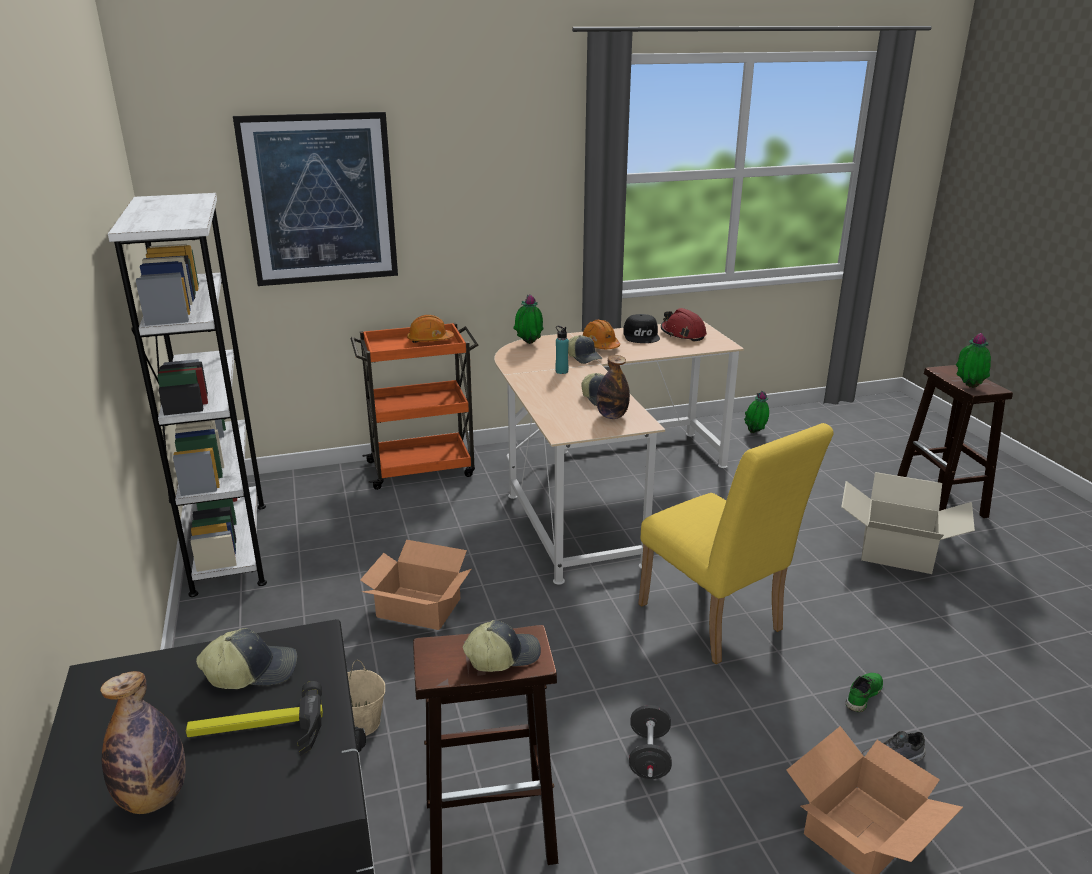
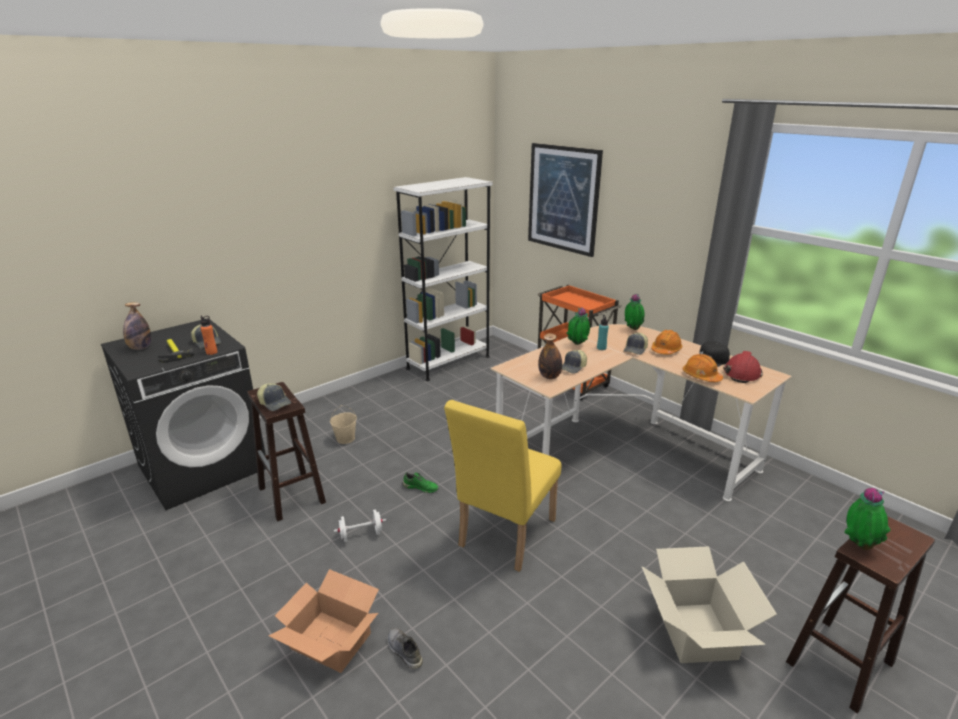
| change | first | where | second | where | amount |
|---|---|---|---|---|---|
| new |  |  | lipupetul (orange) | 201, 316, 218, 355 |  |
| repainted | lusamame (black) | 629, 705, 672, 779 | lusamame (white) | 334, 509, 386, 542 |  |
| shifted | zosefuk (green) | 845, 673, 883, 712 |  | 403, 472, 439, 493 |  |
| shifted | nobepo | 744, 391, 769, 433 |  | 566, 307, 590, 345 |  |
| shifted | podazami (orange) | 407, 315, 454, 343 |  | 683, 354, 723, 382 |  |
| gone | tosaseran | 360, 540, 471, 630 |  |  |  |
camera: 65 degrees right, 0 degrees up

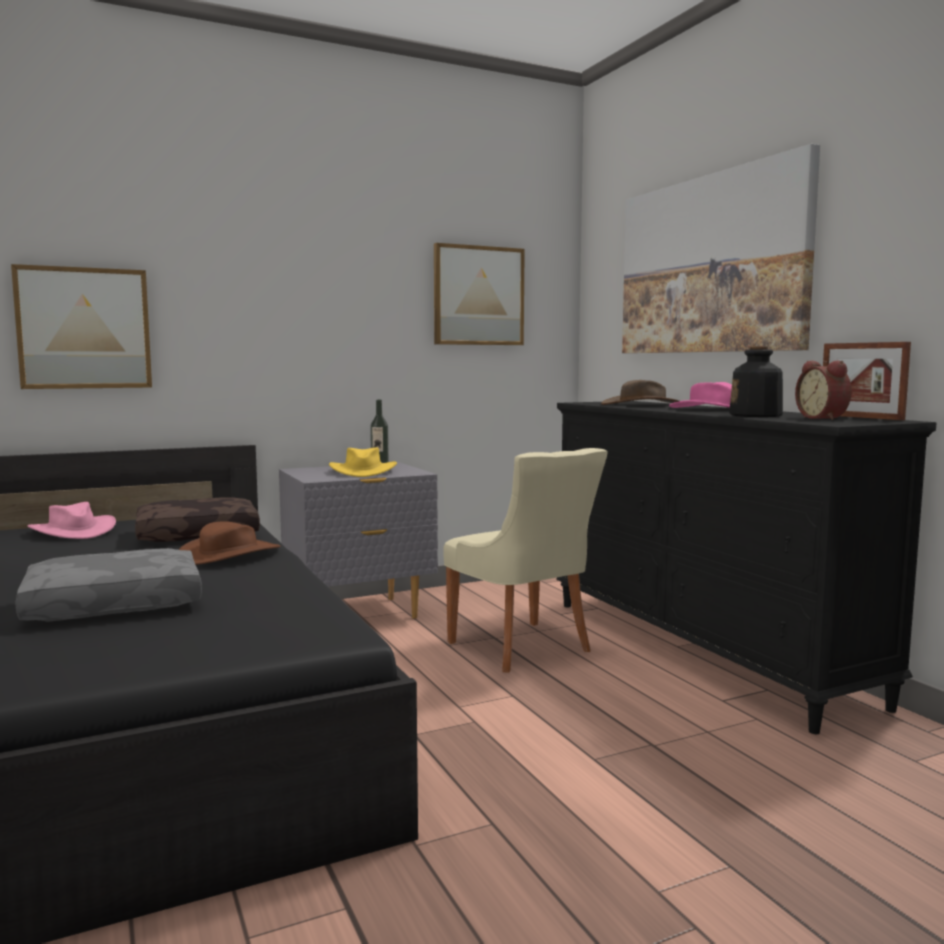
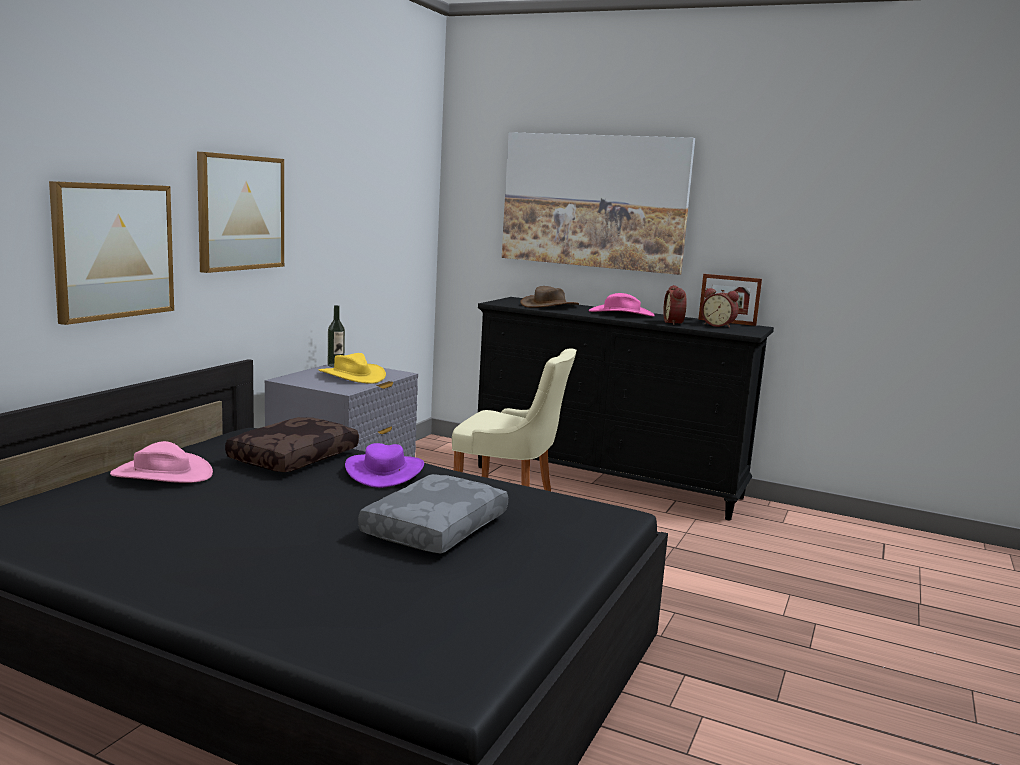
| change | first | where | second | where | amount |
|---|---|---|---|---|---|
| shifted | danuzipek | 434, 243, 525, 345 |  | 197, 152, 284, 273 |  |
| repainted | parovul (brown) | 178, 521, 280, 565 | parovul (purple) | 345, 443, 424, 488 |  |
| swapped | lipupetul | 729, 346, 783, 417 | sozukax | 663, 285, 687, 325 |  |
camera: 40 degrees left, 5 degrees up

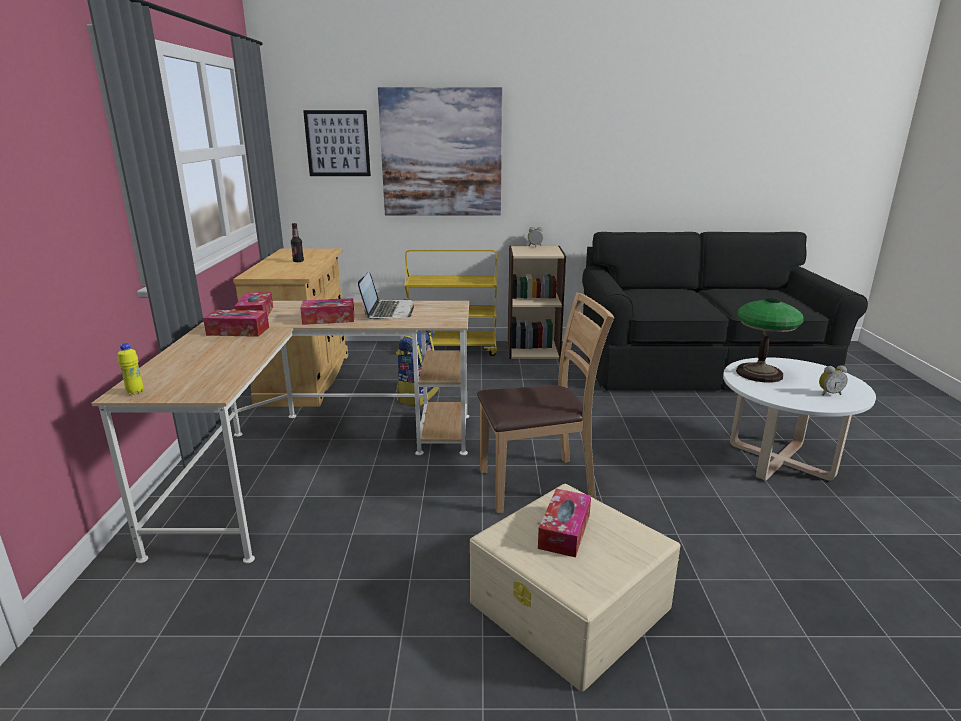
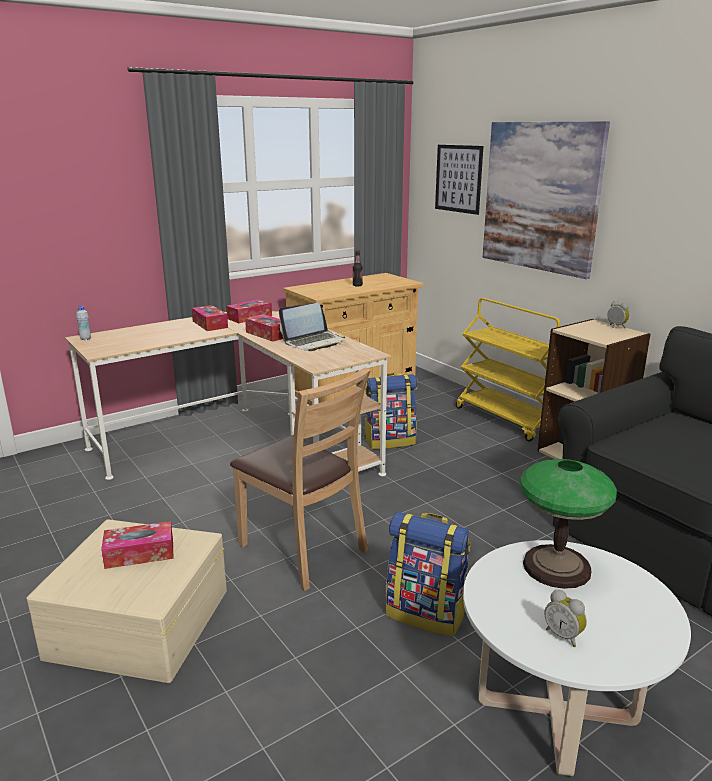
| change | first | where | second | where | amount |
|---|---|---|---|---|---|
| repainted | lipupetul (yellow) | 118, 343, 144, 395 | lipupetul (white) | 76, 306, 91, 340 |  |
| new |  |  | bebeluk | 386, 512, 470, 636 |  |
camera: 55 degrees right, 0 degrees up

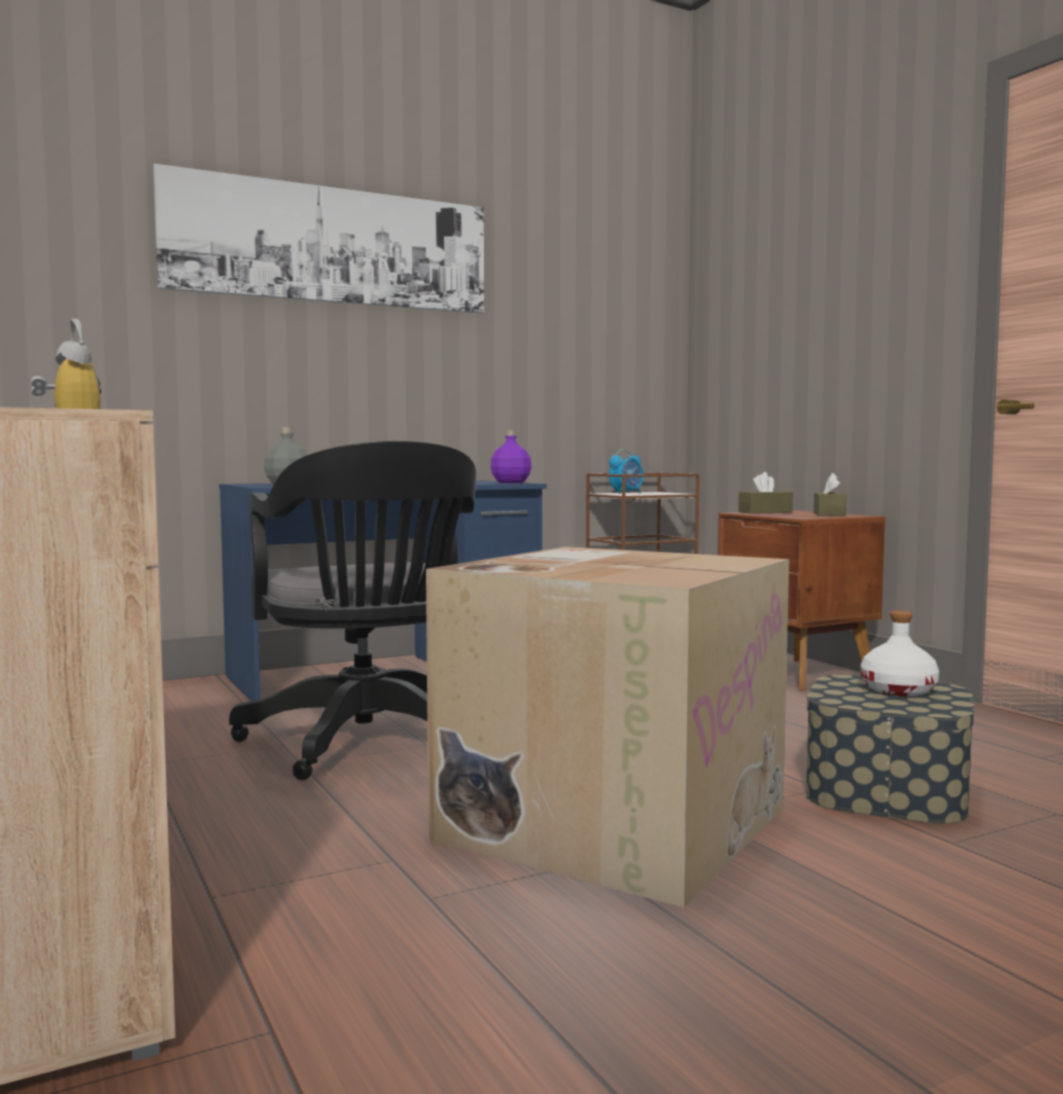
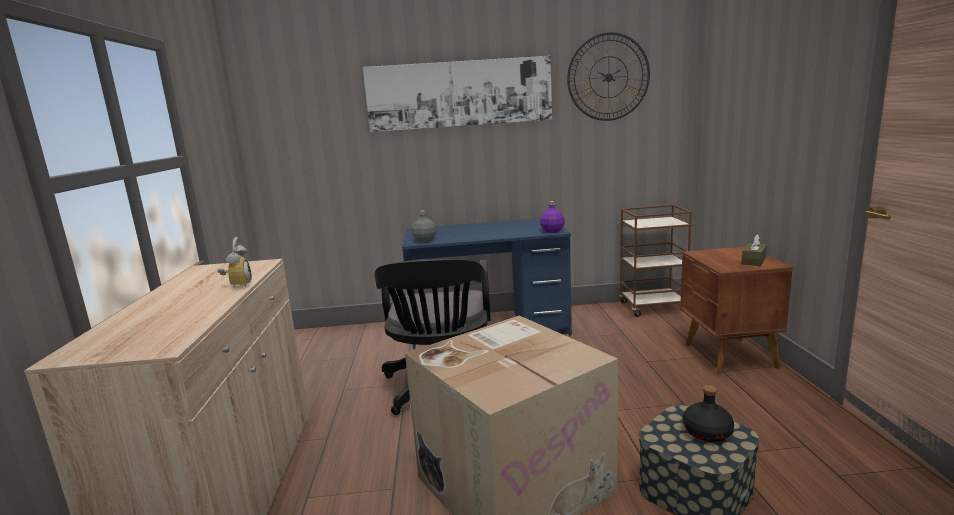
| change | first | where | second | where | amount |
|---|---|---|---|---|---|
| new |  |  | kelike | 567, 32, 650, 121 |  |
| repainted | lipupetul (white) | 861, 610, 939, 696 | lipupetul (black) | 683, 385, 734, 442 |  |
| gone | sozukax | 609, 449, 644, 494 |  |  |  |
| gone | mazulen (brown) | 738, 472, 793, 514 |  |  |  |
camera: 25 degrees right, 10 degrees up

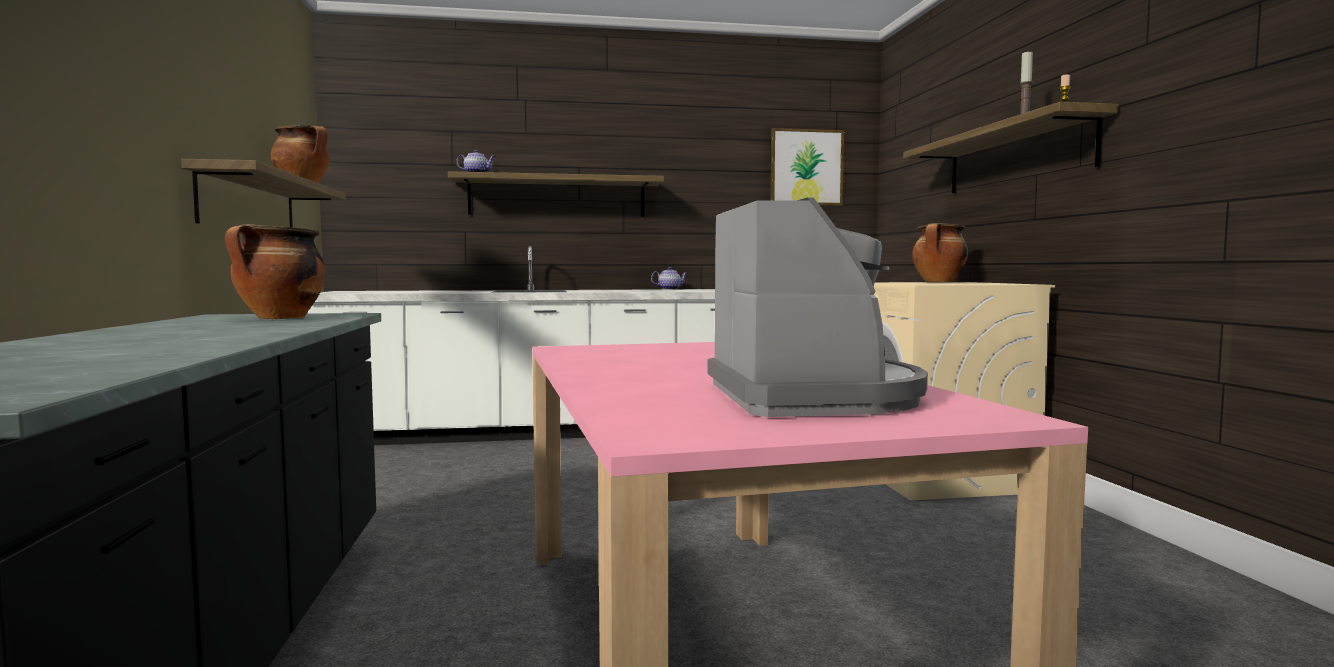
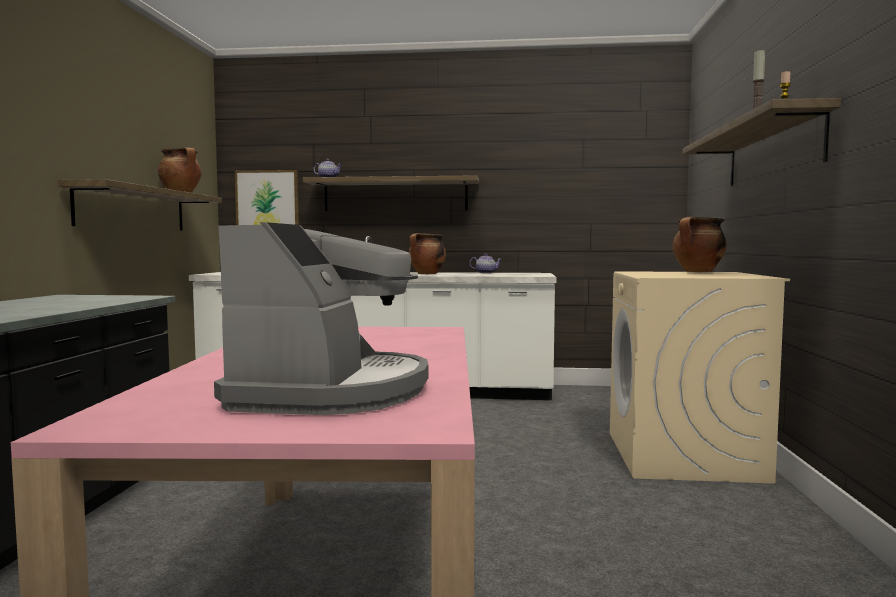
| change | first | where | second | where | amount |
|---|---|---|---|---|---|
| shifted | danuzipek | 770, 128, 844, 205 |  | 235, 170, 299, 225 |  |
| shifted | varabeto | 225, 224, 326, 319 |  | 409, 233, 446, 274 |  |
camera: 15 degrees right, 0 degrees up

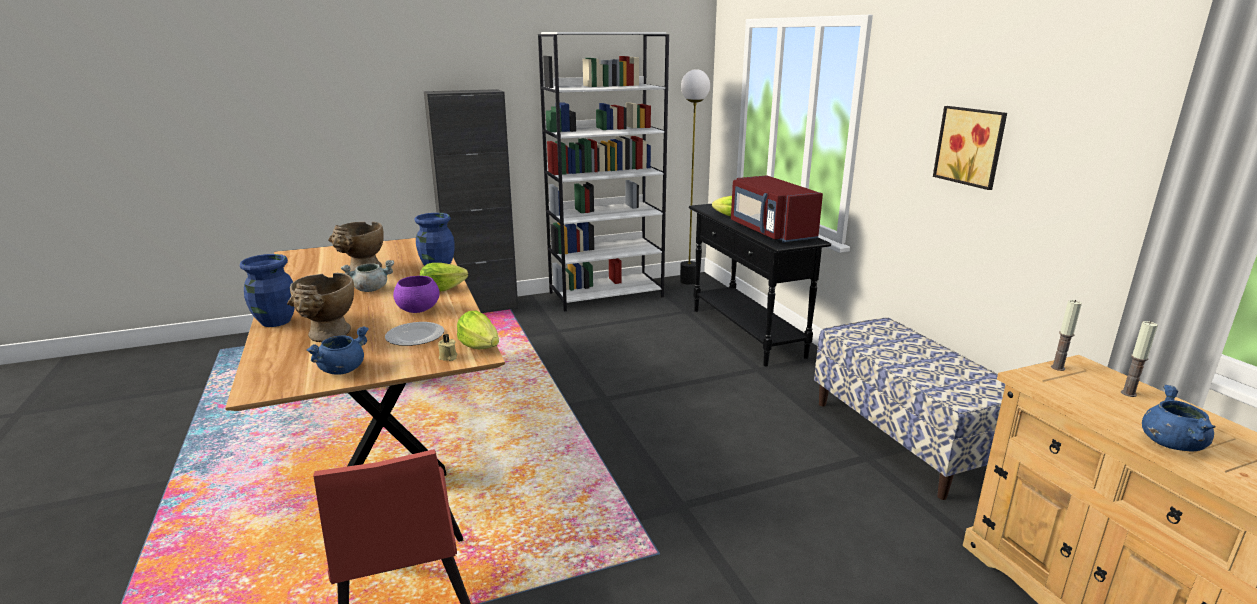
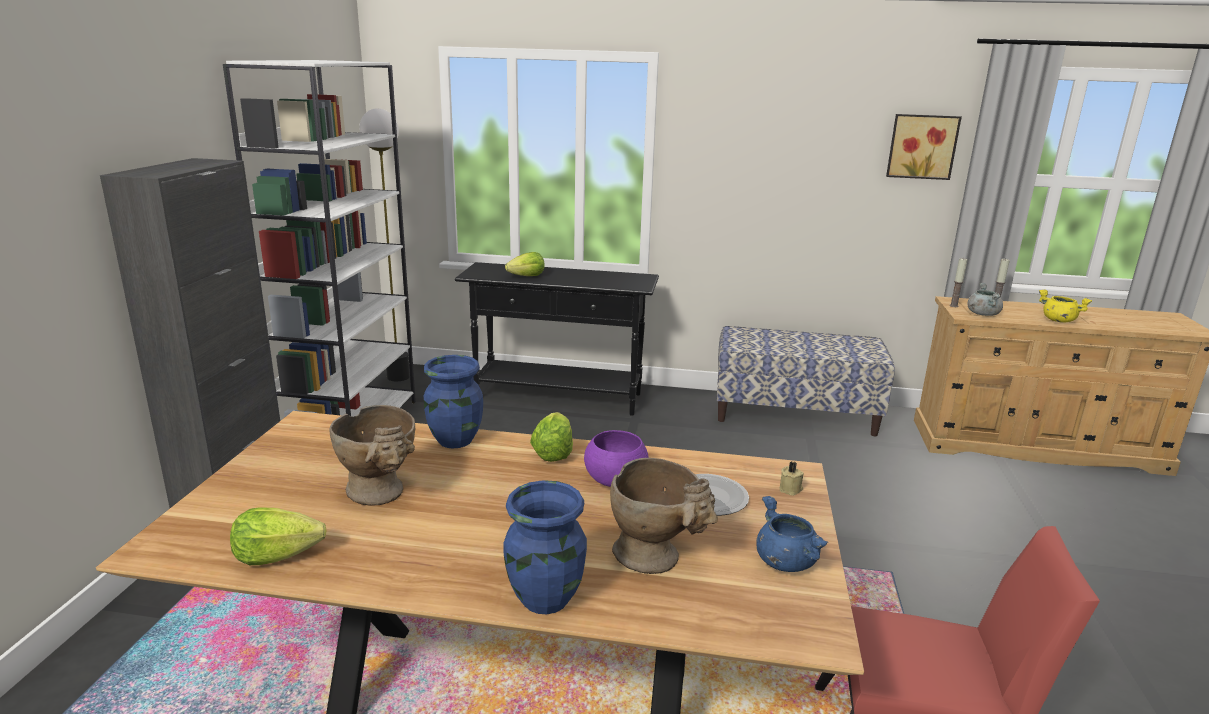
| change | first | where | second | where | amount |
|---|---|---|---|---|---|
| shifted | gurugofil | 457, 311, 499, 349 |  | 230, 507, 327, 565 |  |
| shifted | danuzipek | 933, 106, 1007, 190 |  | 886, 114, 962, 180 |  |
| shifted | varabeto (grey) | 341, 260, 394, 292 |  | 967, 283, 1003, 316 |  |
| repainted | varabeto (blue) | 1142, 385, 1216, 451 | varabeto (yellow) | 1039, 290, 1092, 322 |  |
| gone | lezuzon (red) | 731, 175, 823, 243 |  |  |  |
camera: 60 degrees left, 0 degrees up

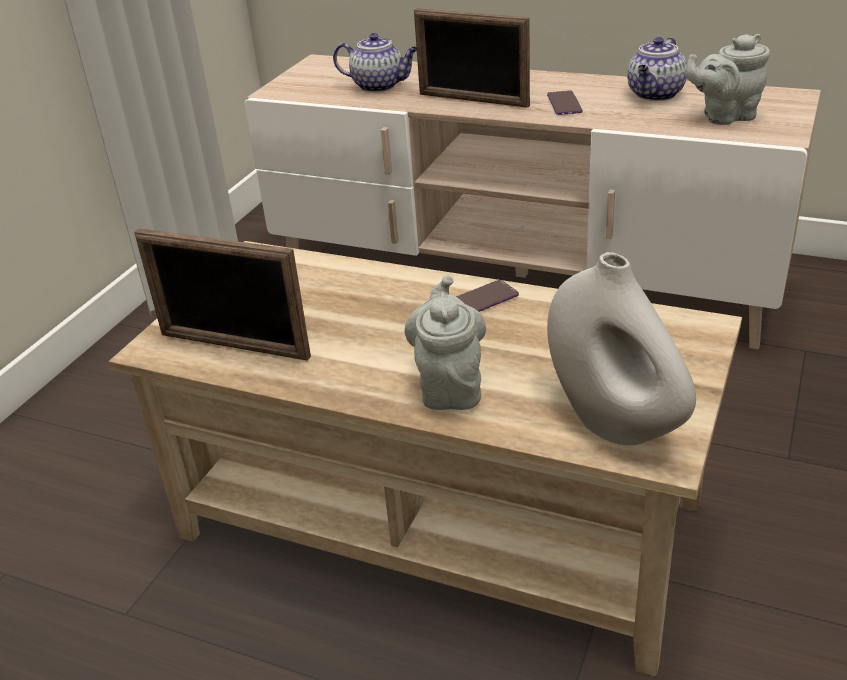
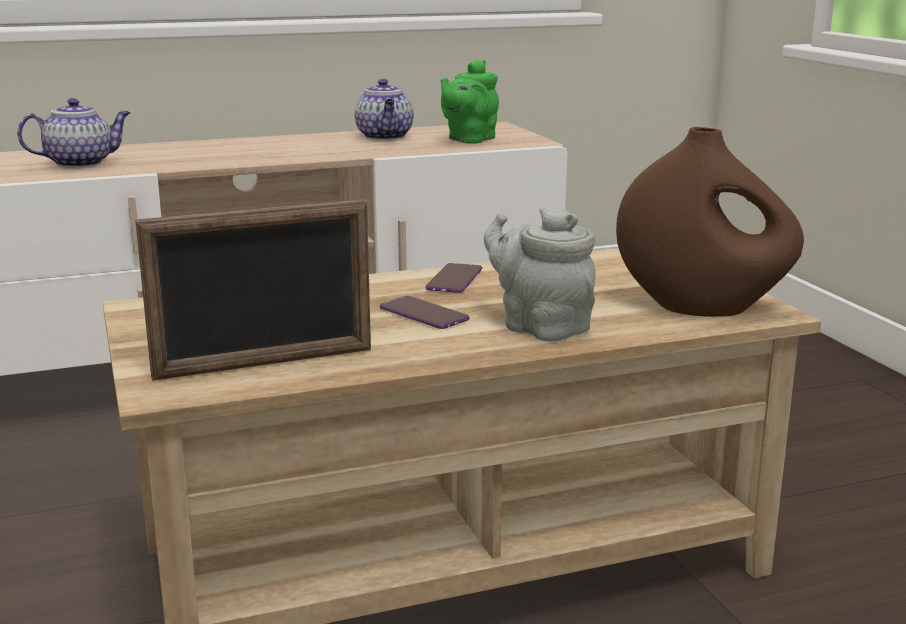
| change | first | where | second | where | amount |
|---|---|---|---|---|---|
| shifted | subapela | 547, 90, 583, 115 |  | 380, 296, 469, 329 |  |
| repainted | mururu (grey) | 685, 34, 770, 125 | mururu (green) | 440, 60, 499, 144 |  |
| repainted | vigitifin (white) | 547, 252, 696, 445 | vigitifin (brown) | 616, 127, 804, 317 |  |
| gone | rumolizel | 414, 9, 530, 108 |  |  |  |
camera: 45 degrees left, 15 degrees down

